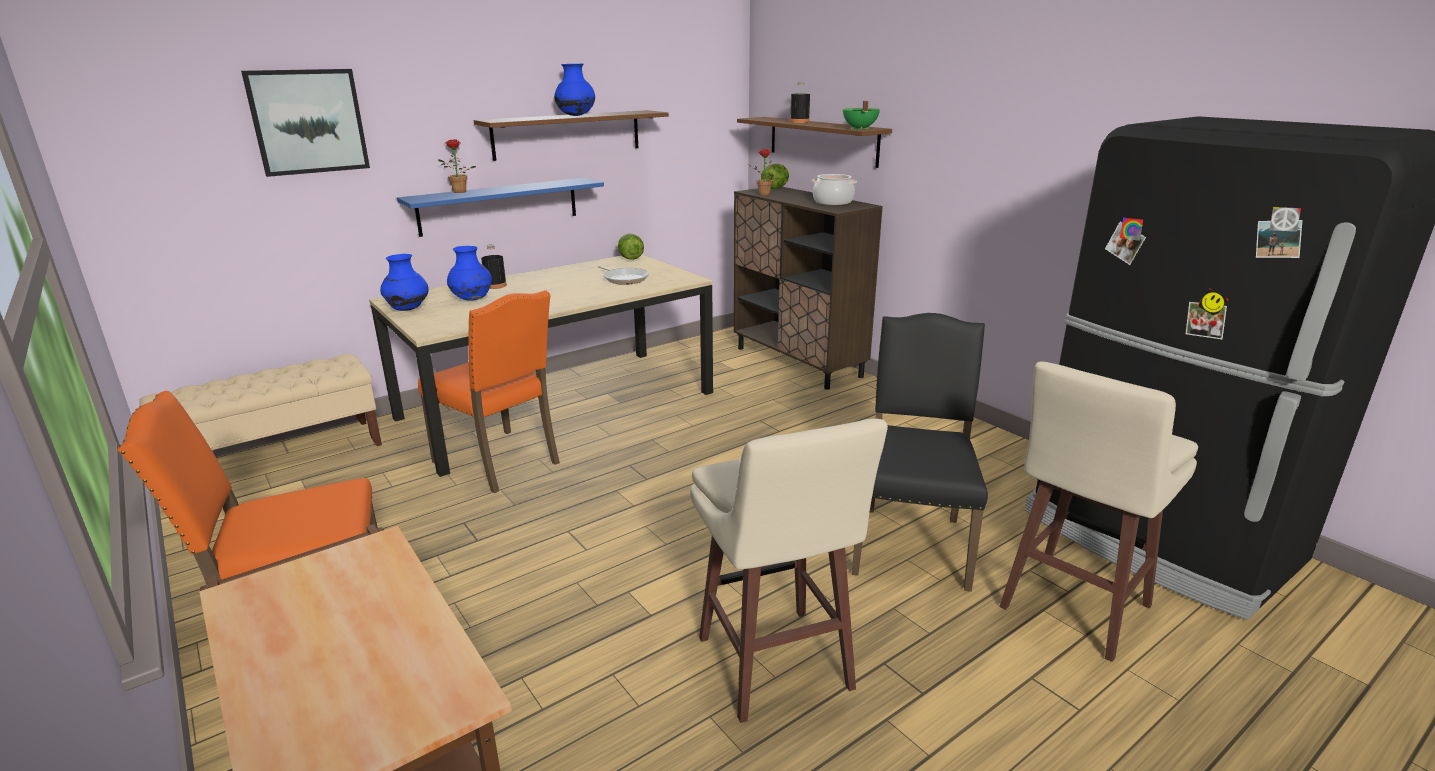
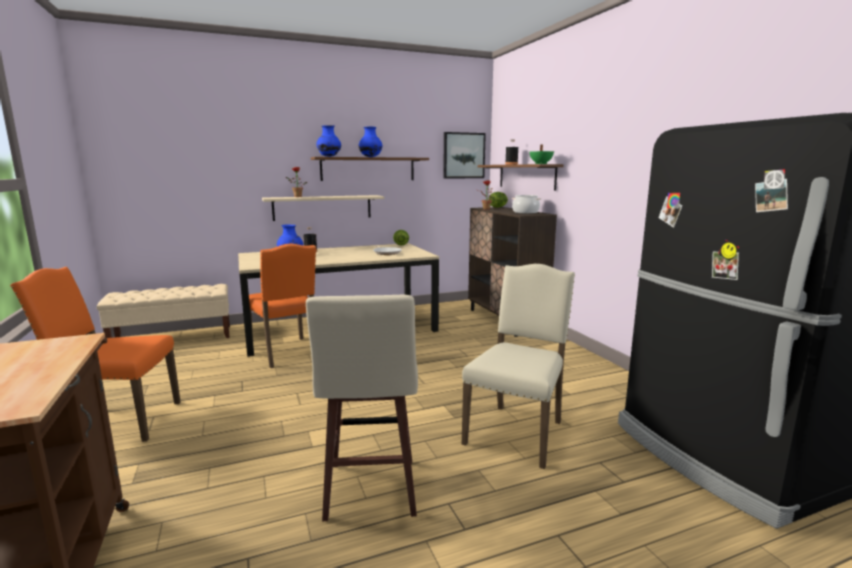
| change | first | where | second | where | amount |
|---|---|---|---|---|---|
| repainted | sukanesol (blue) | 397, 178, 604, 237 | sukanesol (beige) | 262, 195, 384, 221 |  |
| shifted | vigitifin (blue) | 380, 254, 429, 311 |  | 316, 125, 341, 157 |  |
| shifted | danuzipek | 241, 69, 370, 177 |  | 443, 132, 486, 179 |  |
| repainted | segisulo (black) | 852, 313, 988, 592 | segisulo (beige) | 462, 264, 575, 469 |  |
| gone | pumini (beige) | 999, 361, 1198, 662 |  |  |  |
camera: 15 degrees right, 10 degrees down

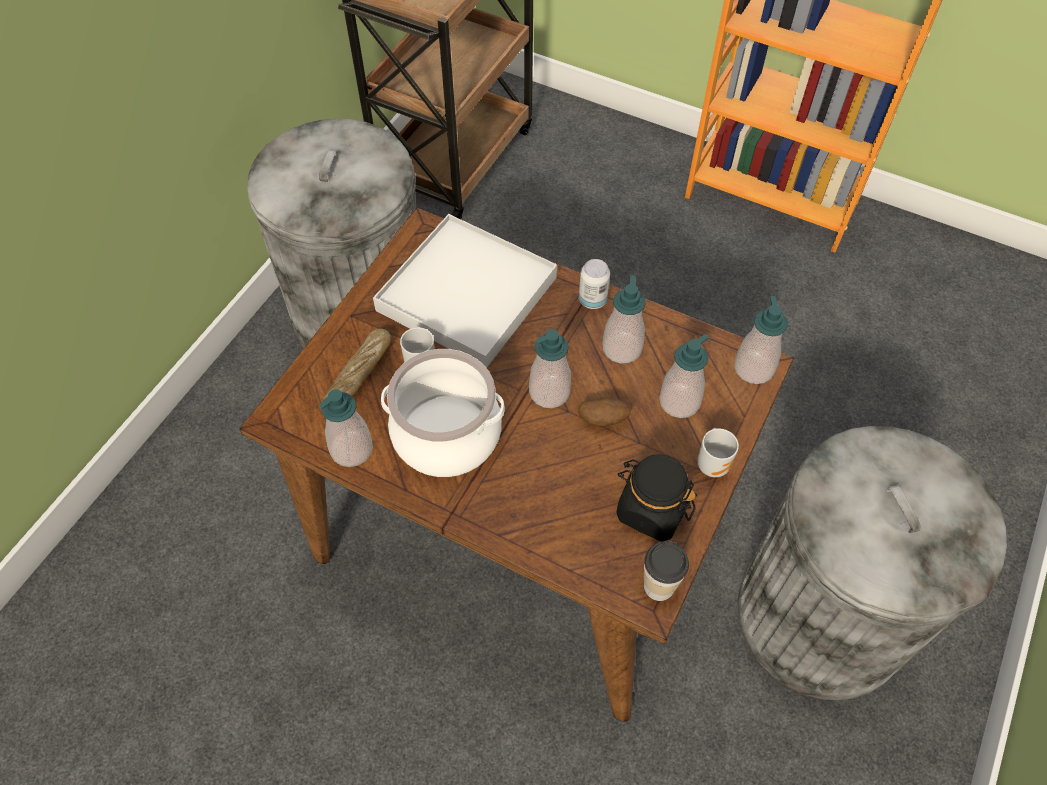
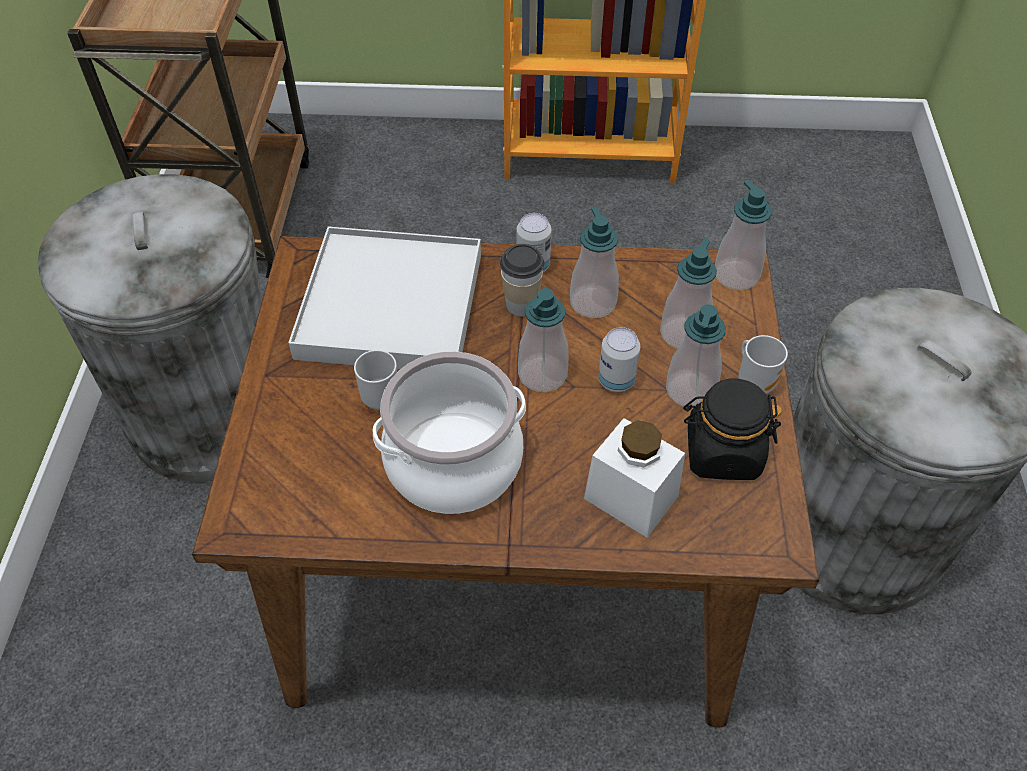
| change | first | where | second | where | amount |
|---|---|---|---|---|---|
| shifted | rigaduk | 644, 541, 689, 601 |  | 500, 244, 544, 317 |  |
| new |  |  | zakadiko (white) | 584, 418, 685, 538 |  |
| swapped | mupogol | 578, 397, 631, 426 | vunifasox | 598, 327, 640, 392 |  |
| shifted | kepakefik | 319, 389, 373, 467 |  | 666, 304, 726, 407 |  |
| gone | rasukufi | 324, 328, 391, 400 |  |  |  |
camera: 25 degrees left, 5 degrees down

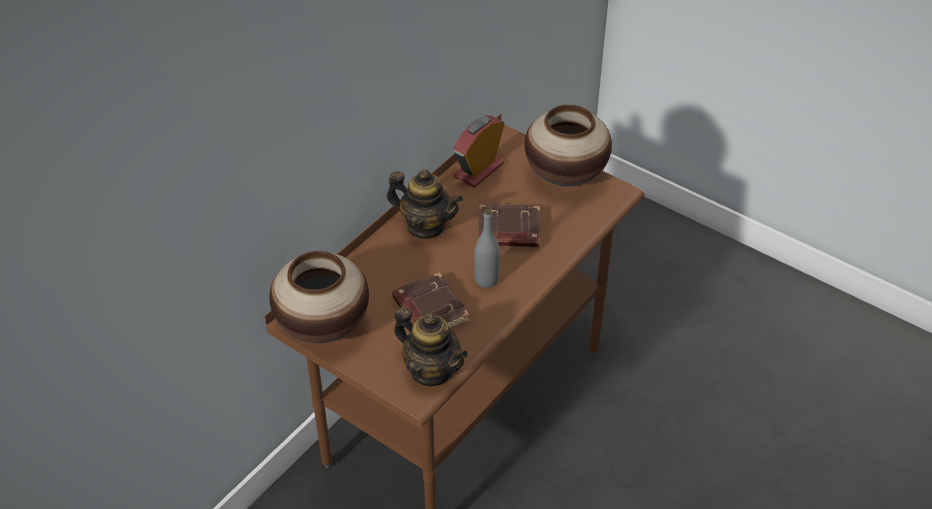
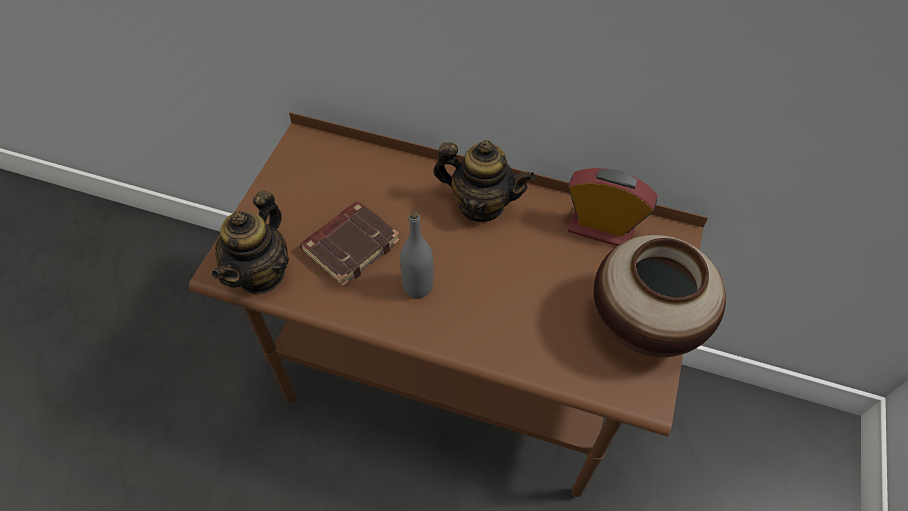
| change | first | where | second | where | amount |
|---|---|---|---|---|---|
| rotated | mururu | 387, 169, 463, 239 |  | 433, 140, 535, 222 | 75 degrees counterclockwise |
| gone | vigitifin | 269, 251, 369, 343 |  |  |  |
| gone | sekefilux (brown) | 478, 204, 540, 247 |  |  |  |
camera: 70 degrees right, 10 degrees up

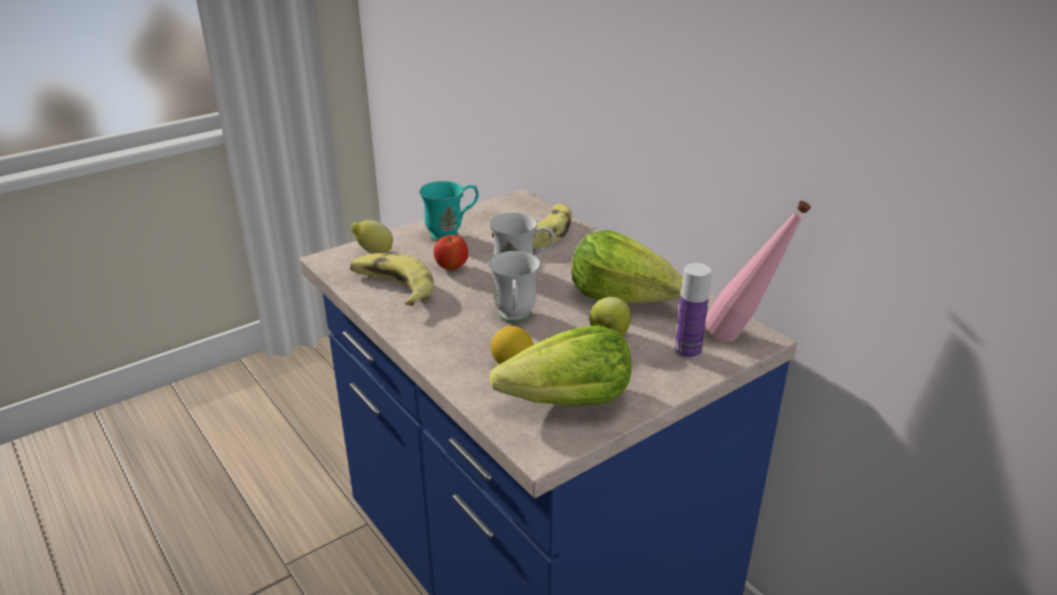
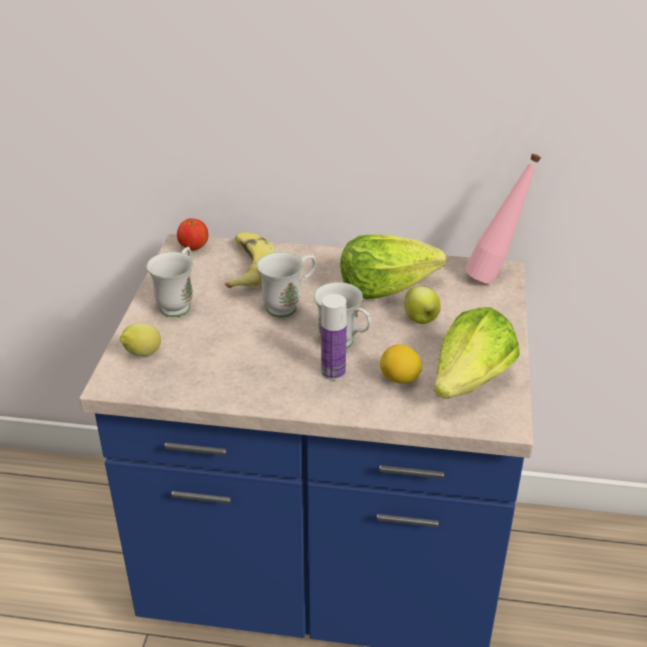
| change | first | where | second | where | amount |
|---|---|---|---|---|---|
| repainted | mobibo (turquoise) | 419, 181, 479, 241 | mobibo (white) | 146, 247, 194, 317 |  |
| shifted | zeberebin | 434, 235, 468, 271 |  | 177, 218, 208, 251 |  |
| shifted | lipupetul | 675, 263, 711, 360 |  | 321, 294, 347, 380 |  |
| gone | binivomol | 350, 253, 434, 306 |  |  |  |
camera: 45 degrees left, 5 degrees up

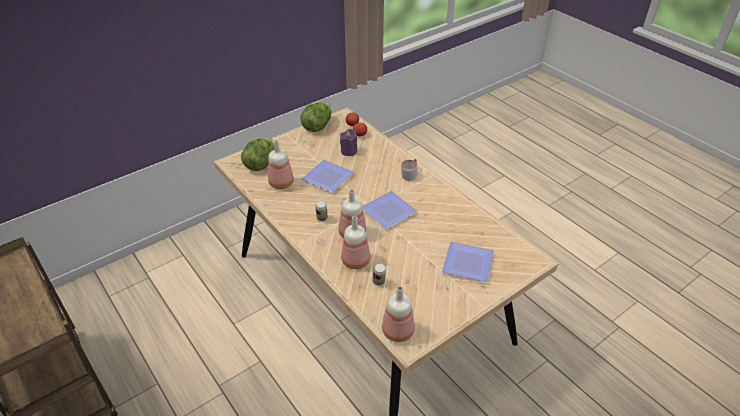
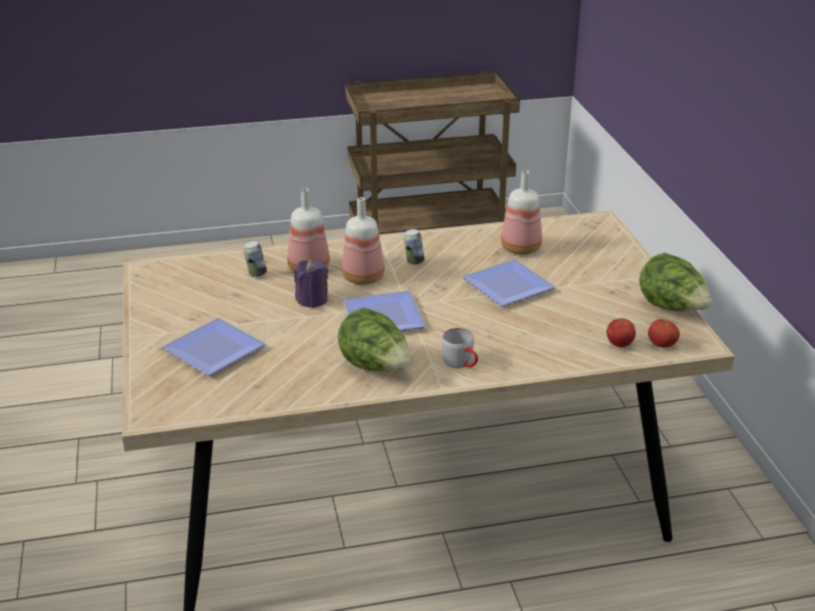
| change | first | where | second | where | amount |
|---|---|---|---|---|---|
| shifted | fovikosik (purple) | 340, 129, 357, 156 |  | 294, 260, 328, 308 |  |
| shifted | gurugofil | 241, 138, 274, 171 |  | 338, 308, 411, 371 |  |
| gone | lipupetul | 382, 286, 415, 342 |  |  |  |
camera: 115 degrees right, 10 degrees down

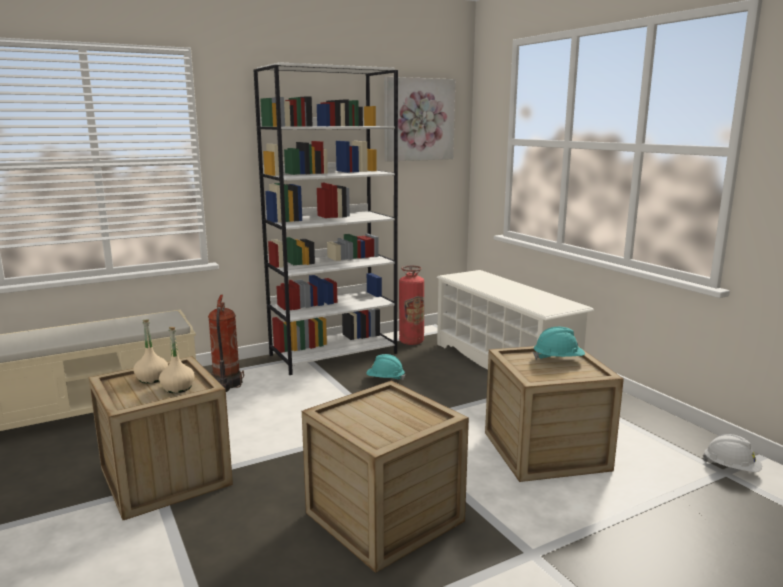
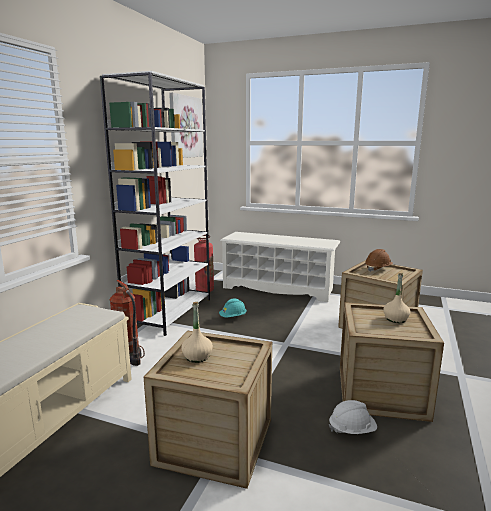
| change | first | where | second | where | amount |
|---|---|---|---|---|---|
| shifted | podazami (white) | 703, 434, 762, 472 |  | 329, 400, 377, 434 |  |
| repainted | podazami (turquoise) | 533, 327, 585, 360 | podazami (brown) | 365, 249, 393, 272 |  |
| shifted | lipupetul (beige) | 159, 327, 195, 393 |  | 383, 273, 410, 323 |  |
camera: 40 degrees left, 0 degrees up

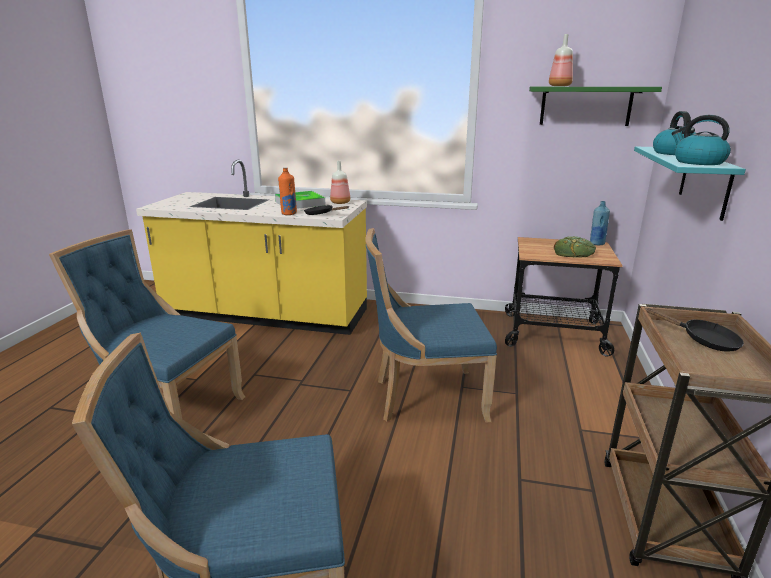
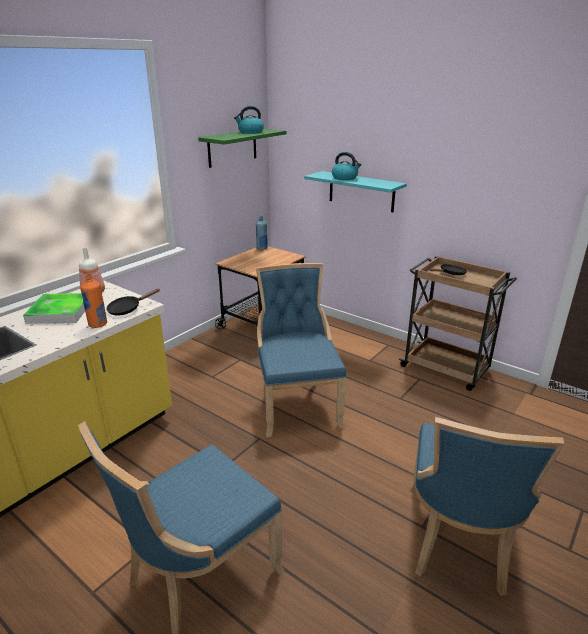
| change | first | where | second | where | amount |
|---|---|---|---|---|---|
| shifted | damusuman | 672, 115, 731, 165 |  | 234, 106, 264, 134 |  |
| rotated | segisulo (blue) | 365, 228, 497, 423 |  | 256, 263, 347, 437 | 150 degrees clockwise |
| gone | lipupetul | 549, 34, 573, 86 |  |  |  |
| gone | rasukufi | 554, 236, 596, 258 |  |  |  |
camera: 65 degrees left, 5 degrees up

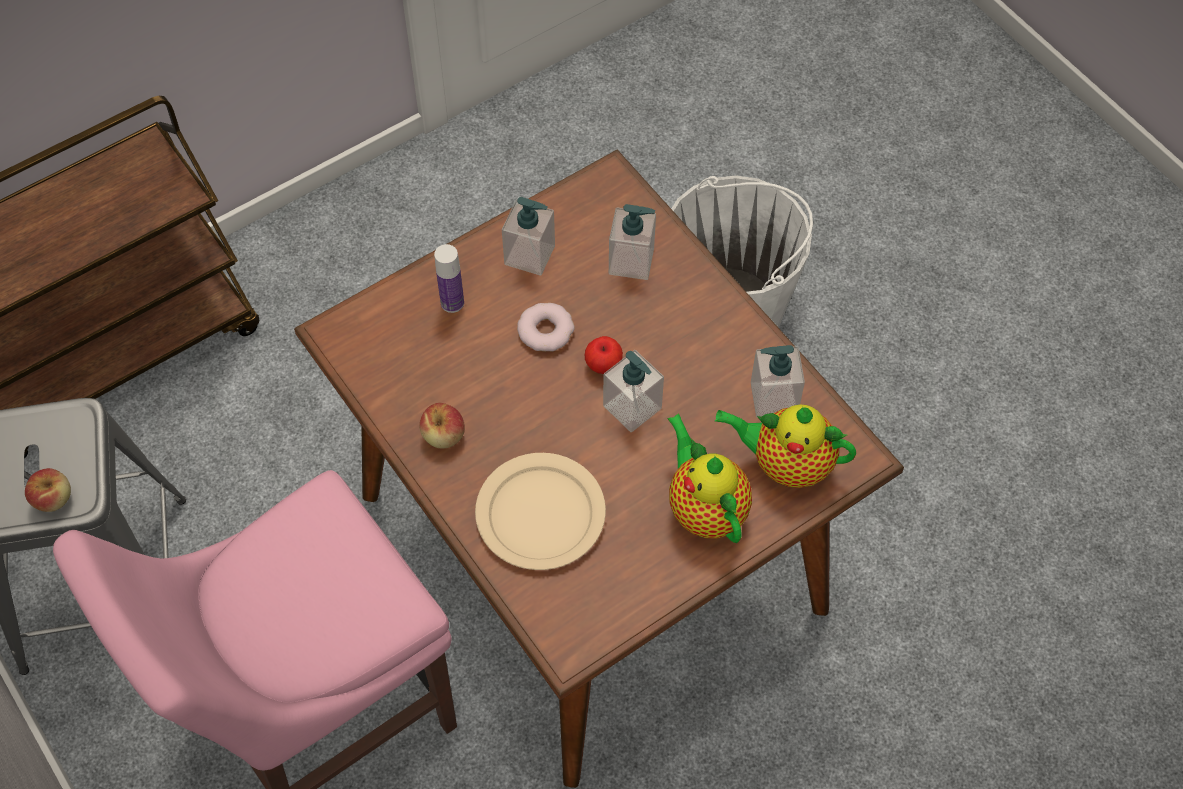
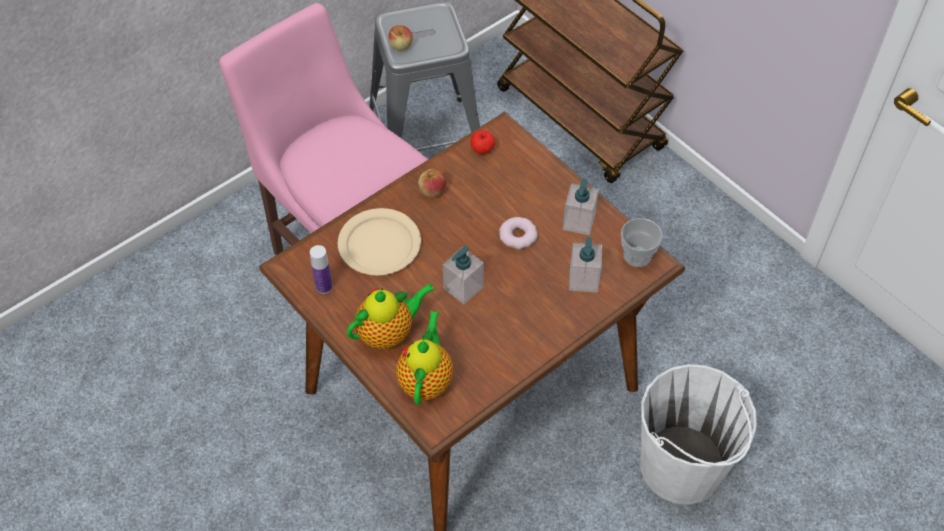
| change | first | where | second | where | amount |
|---|---|---|---|---|---|
| shifted | lipupetul | 434, 244, 464, 313 |  | 310, 245, 333, 294 |  |
| shifted | zeberebin | 585, 336, 623, 374 |  | 471, 130, 495, 154 |  |
| new |  |  | rigaduk | 621, 218, 662, 267 |  |
| gone | kepakefik | 751, 345, 805, 418 |  |  |  |
camera: 85 degrees right, 5 degrees down

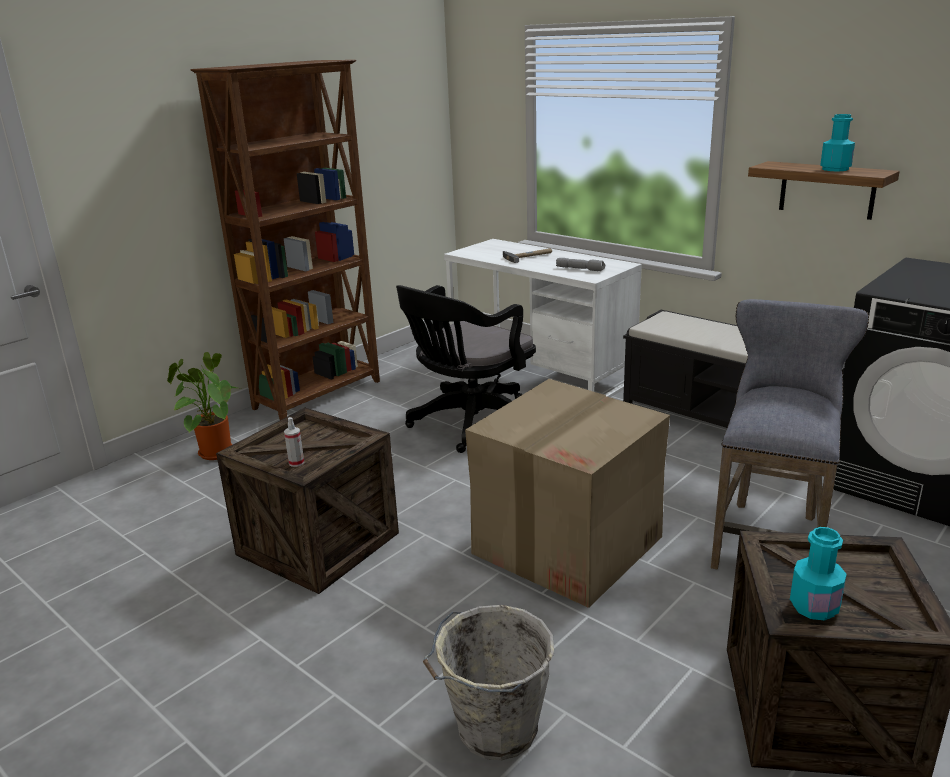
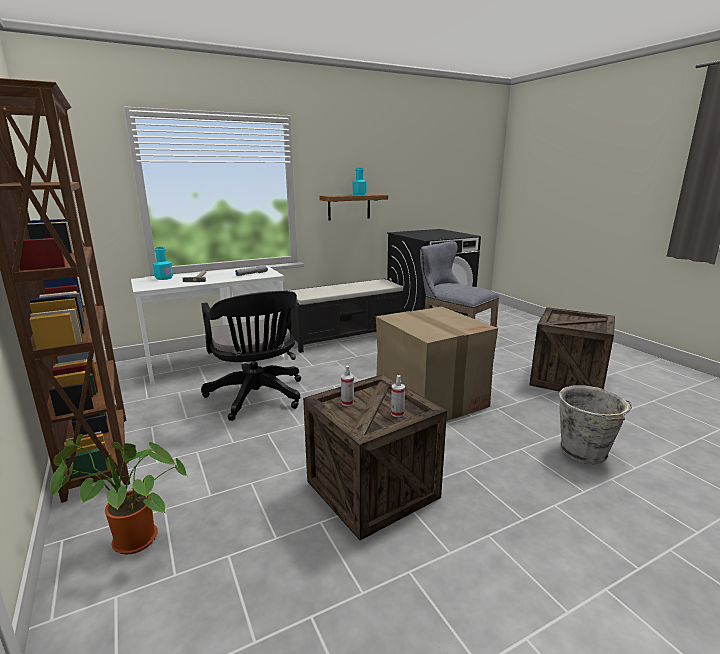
| change | first | where | second | where | amount |
|---|---|---|---|---|---|
| shifted | lipupetul (turquoise) | 790, 527, 847, 620 |  | 153, 247, 173, 280 |  |
| new |  |  | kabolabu | 341, 366, 354, 406 |  |
camera: 70 degrees left, 5 degrees down

